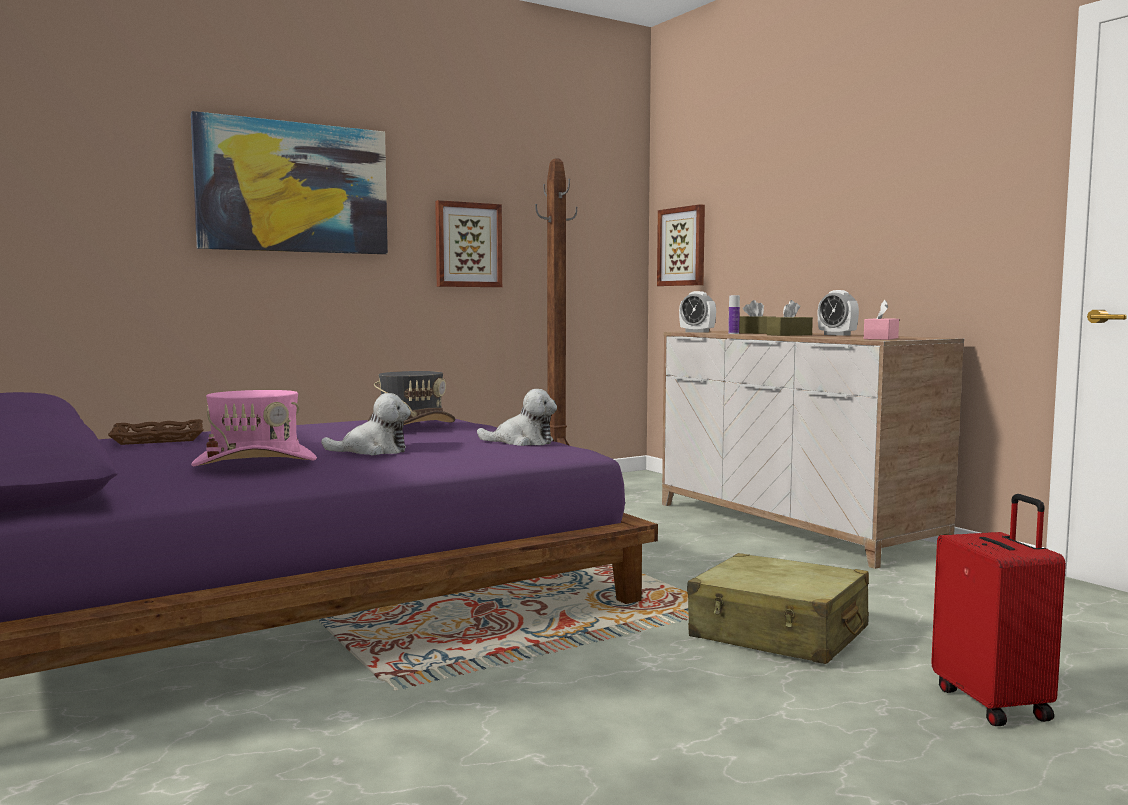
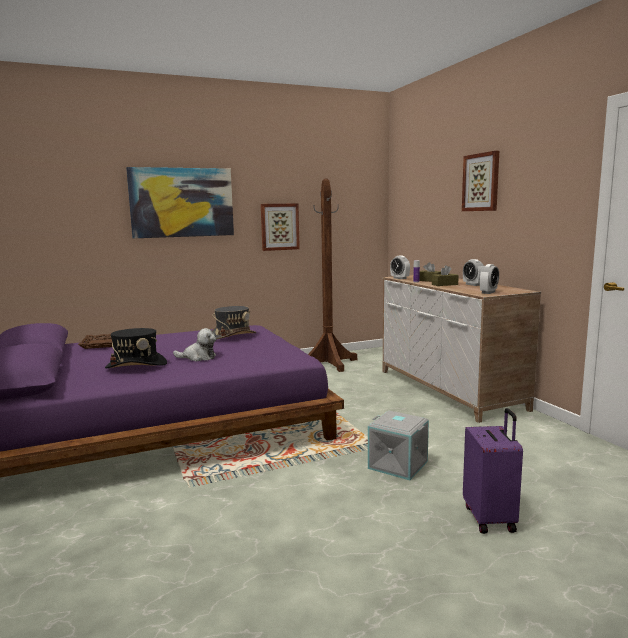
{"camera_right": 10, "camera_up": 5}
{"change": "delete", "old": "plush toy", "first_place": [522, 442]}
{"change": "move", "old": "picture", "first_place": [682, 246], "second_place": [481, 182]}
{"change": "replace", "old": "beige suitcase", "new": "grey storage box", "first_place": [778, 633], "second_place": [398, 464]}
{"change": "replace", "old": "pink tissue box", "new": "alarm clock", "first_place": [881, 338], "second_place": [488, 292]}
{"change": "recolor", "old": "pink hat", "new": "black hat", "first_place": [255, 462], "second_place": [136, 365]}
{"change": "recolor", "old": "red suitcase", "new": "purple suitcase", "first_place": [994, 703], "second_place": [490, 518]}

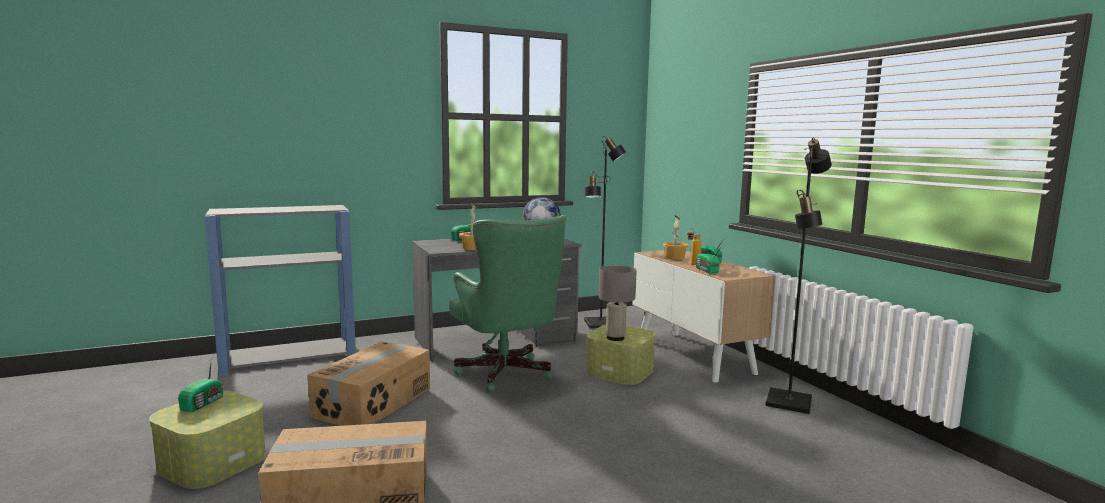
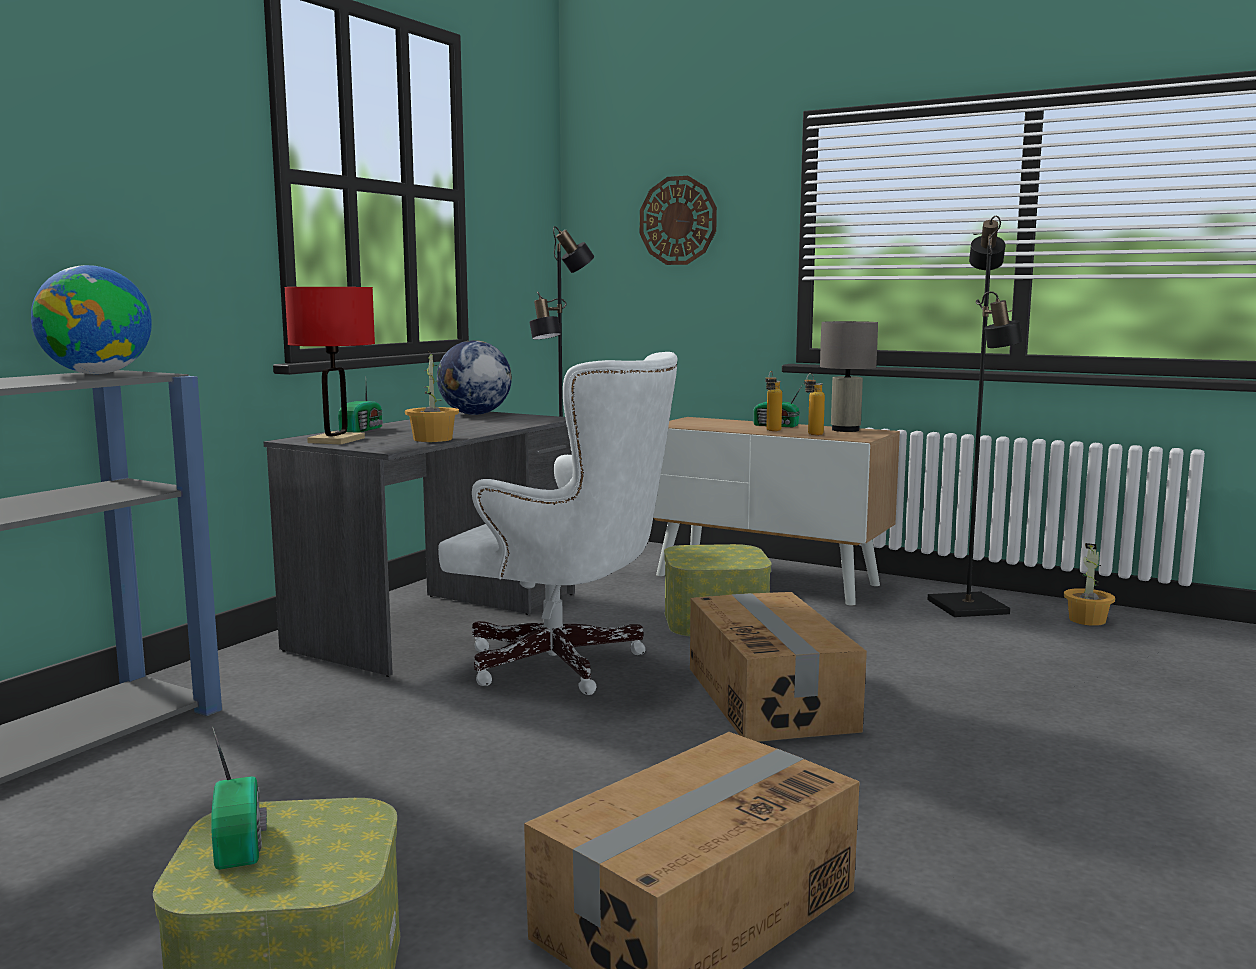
{"camera_right": -35, "camera_up": 0}
{"change": "insert", "new": "globe", "second_place": [98, 373]}
{"change": "insert", "new": "red table lamp", "second_place": [336, 440]}
{"change": "insert", "new": "wall clock", "second_place": [678, 220]}
{"change": "move", "old": "cardboard box", "first_place": [374, 402], "second_place": [771, 698]}
{"change": "move", "old": "grey table lamp", "first_place": [615, 338], "second_place": [846, 430]}
{"change": "move", "old": "potted plant", "first_place": [674, 258], "second_place": [1087, 620]}
{"change": "replace", "old": "radio", "new": "bottle", "first_place": [706, 270], "second_place": [812, 435]}
{"change": "recolor", "old": "green office chair", "new": "white office chair", "first_place": [507, 375], "second_place": [565, 665]}

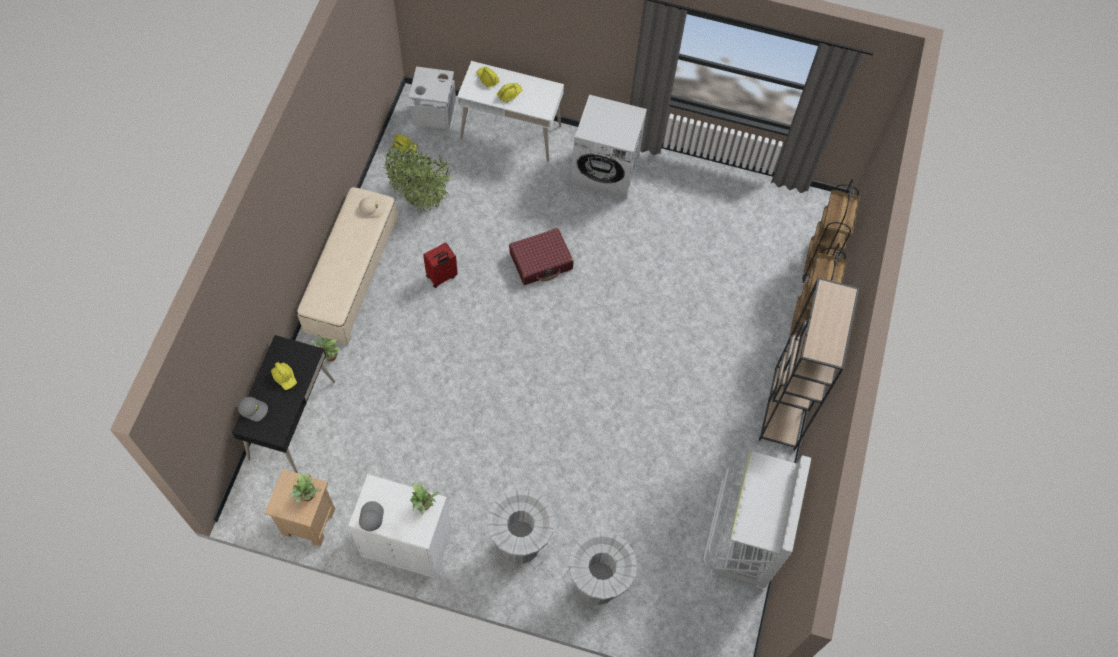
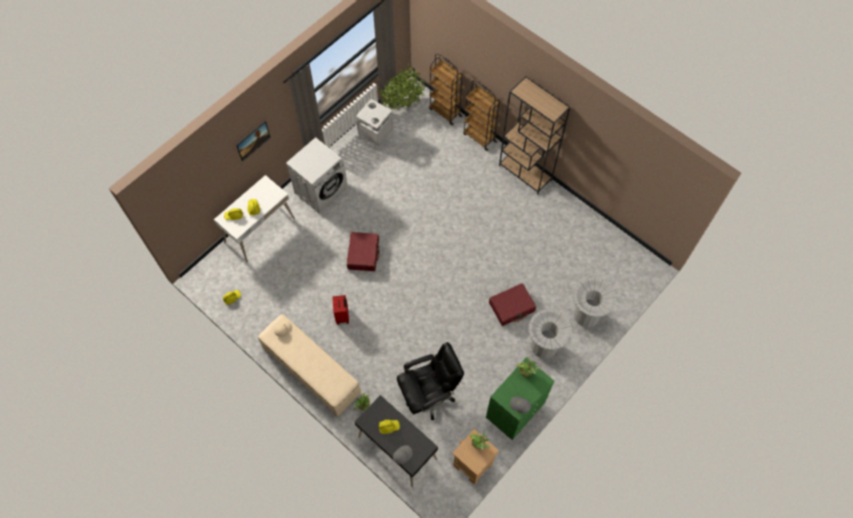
{"camera_right": -60, "camera_up": 0}
{"change": "delete", "old": "white shoe rack", "first_place": [741, 536]}
{"change": "insert", "new": "picture", "second_place": [254, 144]}
{"change": "insert", "new": "black office chair", "second_place": [428, 396]}
{"change": "insert", "new": "red suitcase", "second_place": [511, 307]}
{"change": "move", "old": "potted plant", "first_place": [420, 197], "second_place": [402, 104]}
{"change": "move", "old": "grey trash can", "first_place": [435, 119], "second_place": [376, 135]}
{"change": "recolor", "old": "white cabinet", "new": "green cabinet", "first_place": [406, 545], "second_place": [514, 412]}

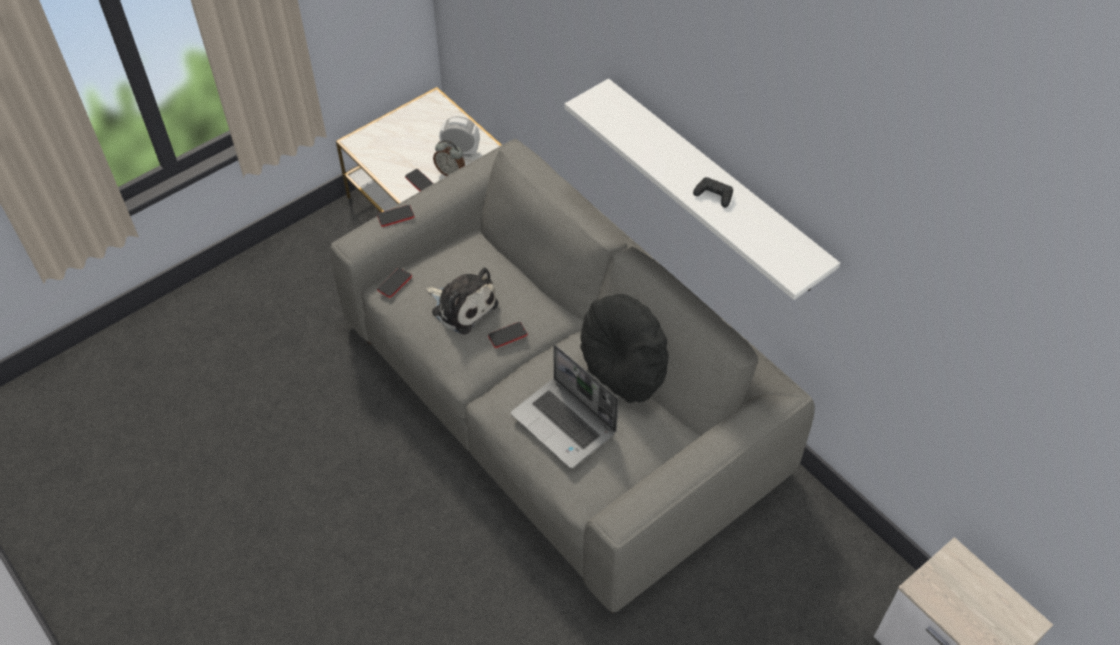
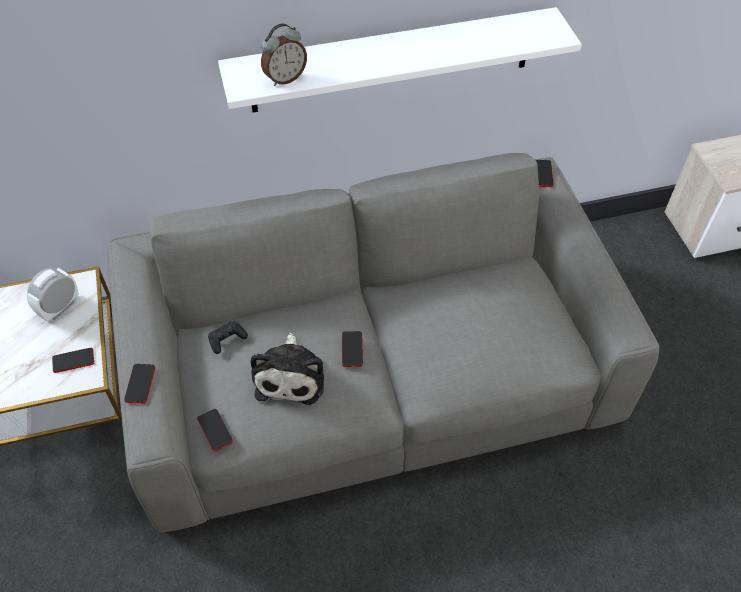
{"camera_right": -65, "camera_up": 0}
{"change": "delete", "old": "laptop", "first_place": [565, 424]}
{"change": "delete", "old": "black pillow", "first_place": [622, 375]}
{"change": "insert", "new": "phone", "second_place": [542, 174]}
{"change": "move", "old": "alarm clock", "first_place": [450, 172], "second_place": [285, 78]}
{"change": "move", "old": "black game controller", "first_place": [714, 195], "second_place": [227, 339]}
{"change": "rotate", "old": "plush toy", "first_place": [462, 306], "second_place": [291, 375], "degrees": 120}

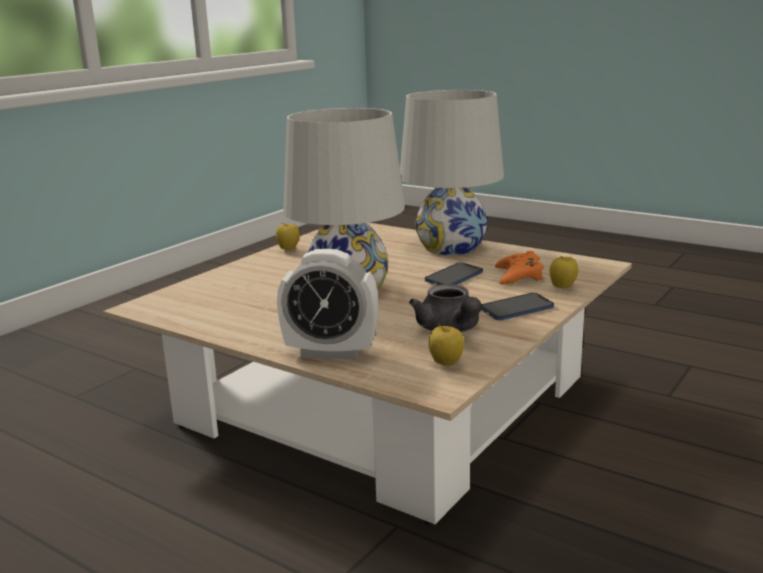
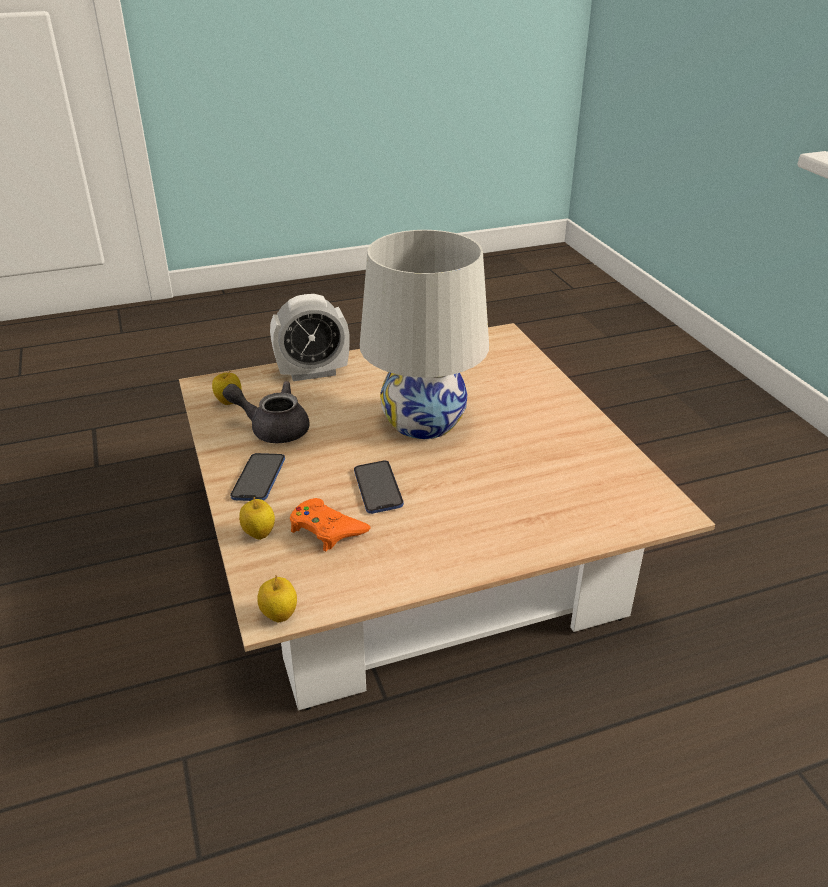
{"camera_right": 125, "camera_up": 15}
{"change": "delete", "old": "white table lamp", "first_place": [450, 247]}
{"change": "move", "old": "apple", "first_place": [288, 250], "second_place": [279, 616]}
{"change": "rotate", "old": "alarm clock", "first_place": [331, 352], "second_place": [312, 373], "degrees": -150}

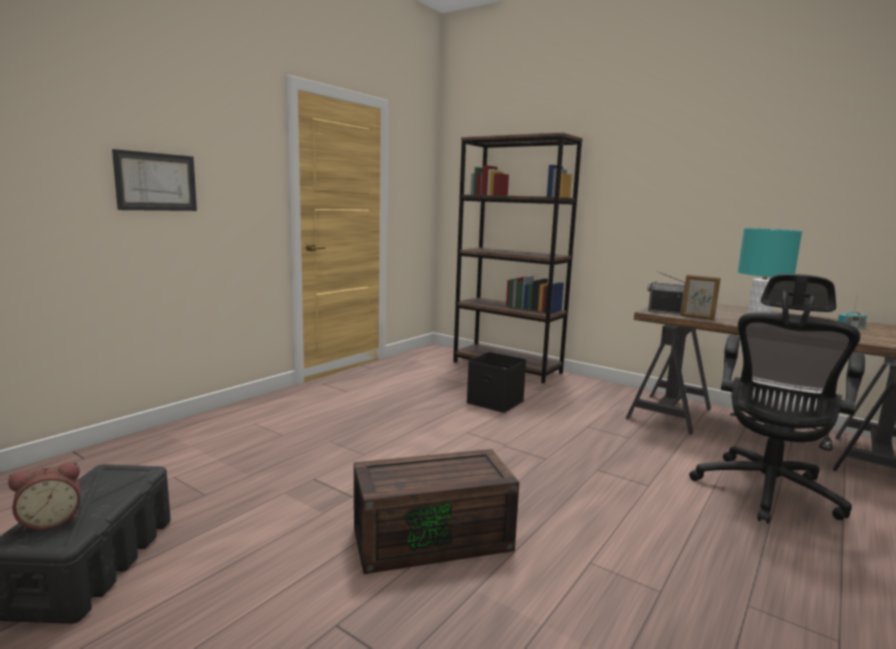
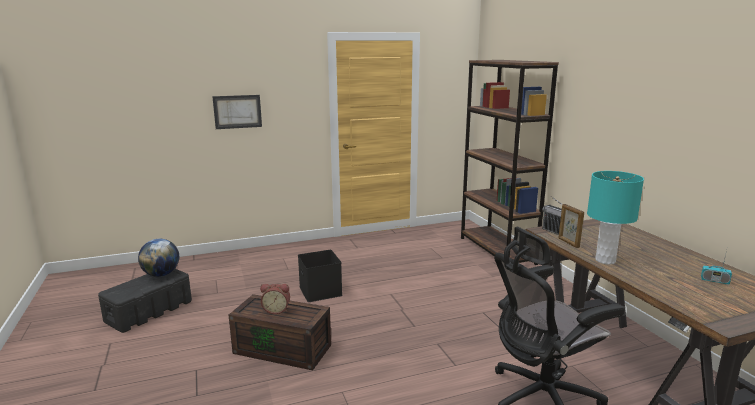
{"camera_right": 35, "camera_up": 5}
{"change": "insert", "new": "globe", "second_place": [161, 274]}
{"change": "move", "old": "alarm clock", "first_place": [51, 520], "second_place": [276, 310]}
{"change": "move", "old": "black storage box", "first_place": [496, 401], "second_place": [321, 291]}

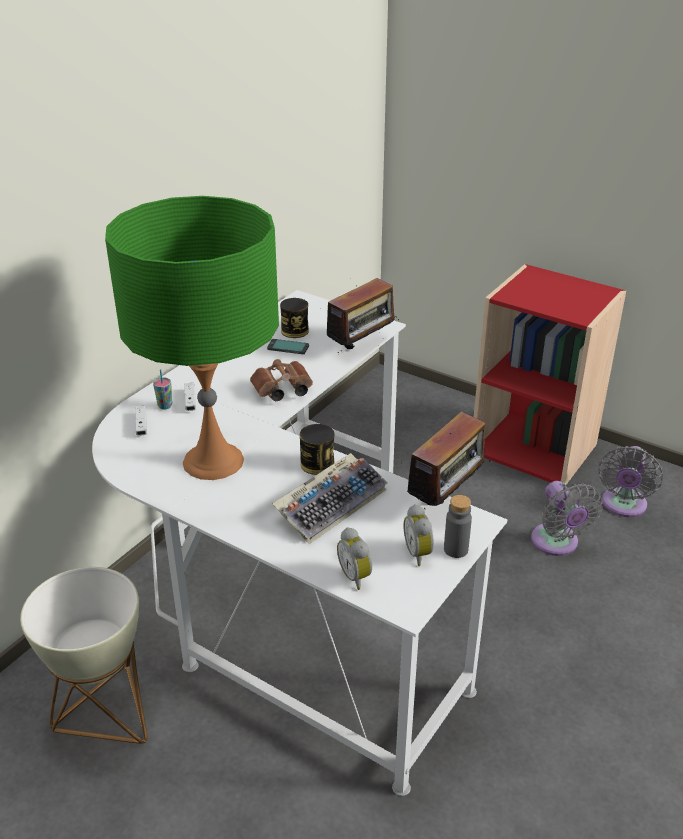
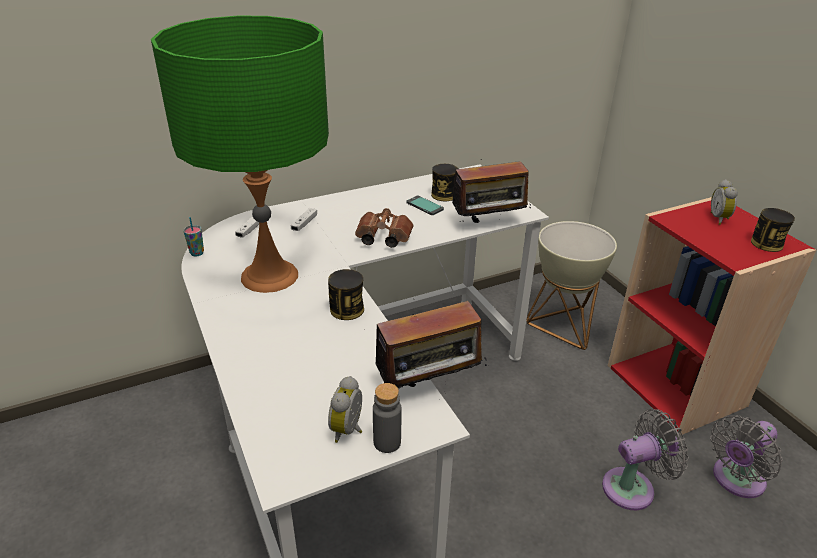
{"camera_right": 30, "camera_up": 0}
{"change": "delete", "old": "keyboard", "first_place": [331, 503]}
{"change": "insert", "new": "can", "second_place": [766, 243]}
{"change": "move", "old": "planter", "first_place": [104, 712], "second_place": [561, 326]}
{"change": "move", "old": "cup", "first_place": [165, 406], "second_place": [197, 253]}
{"change": "move", "old": "alarm clock", "first_place": [356, 576], "second_place": [720, 219]}
{"change": "rotate", "old": "grey fan", "first_place": [557, 544], "second_place": [633, 487], "degrees": -120}

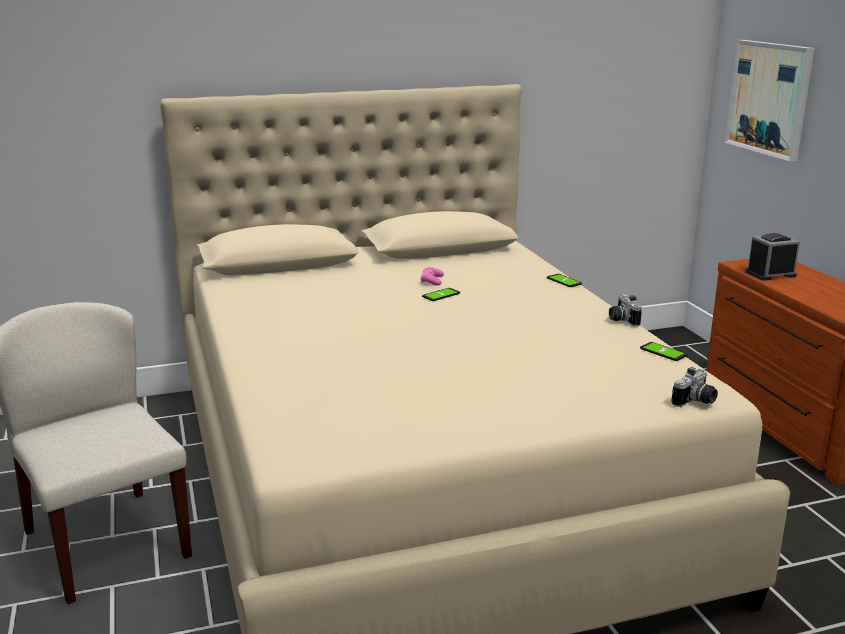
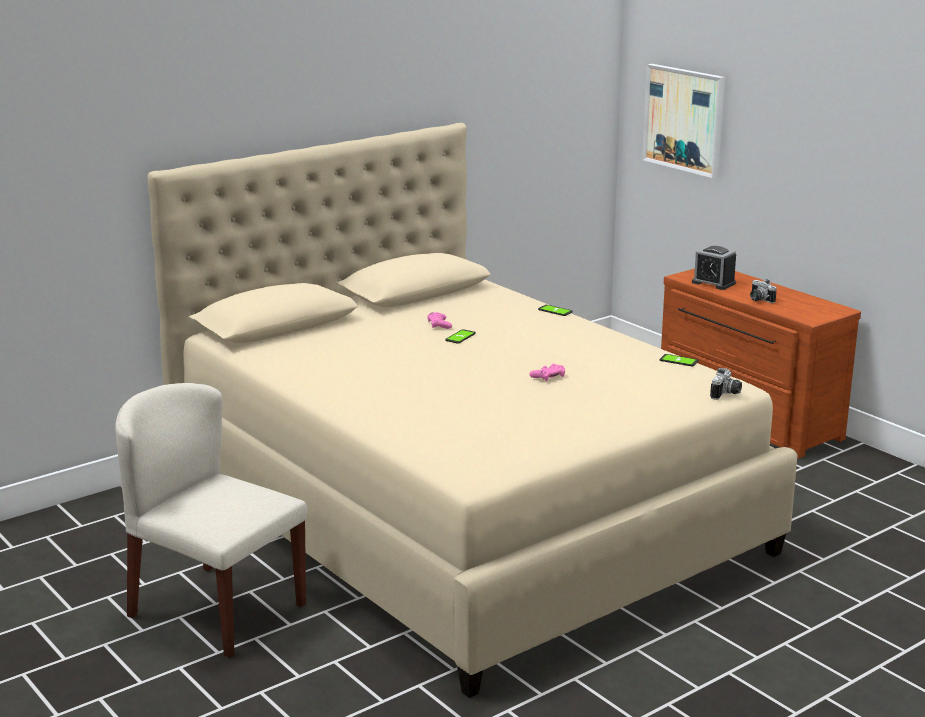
{"camera_right": -20, "camera_up": 0}
{"change": "insert", "new": "pink game controller", "second_place": [548, 376]}
{"change": "move", "old": "photo camera", "first_place": [621, 320], "second_place": [758, 300]}
{"change": "rotate", "old": "alarm clock", "first_place": [770, 274], "second_place": [713, 283], "degrees": -105}

